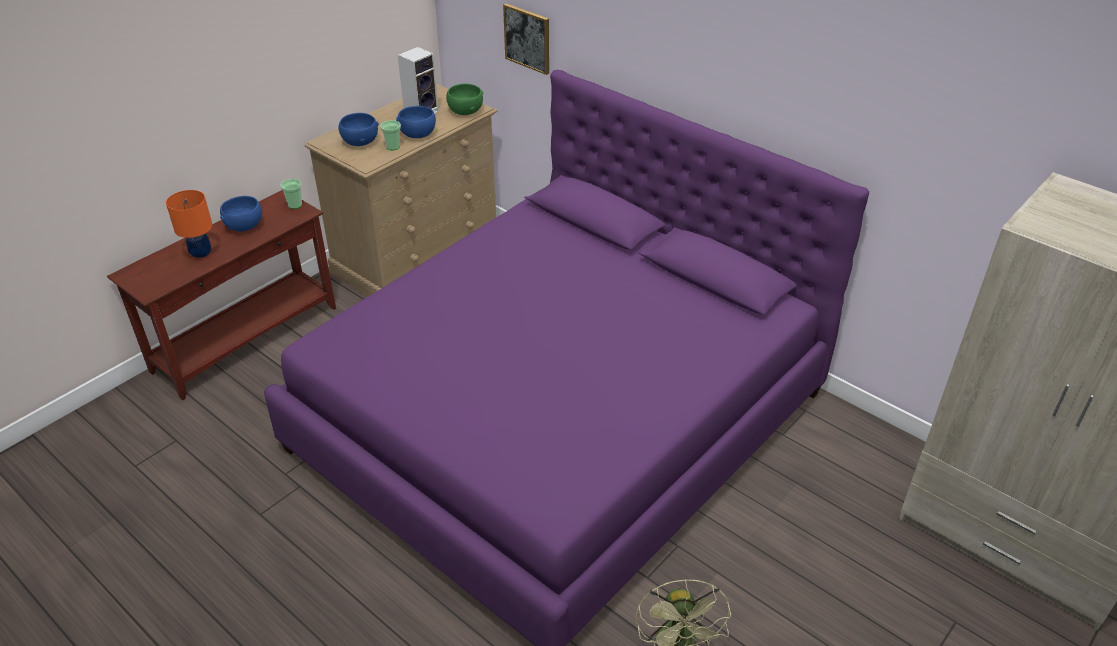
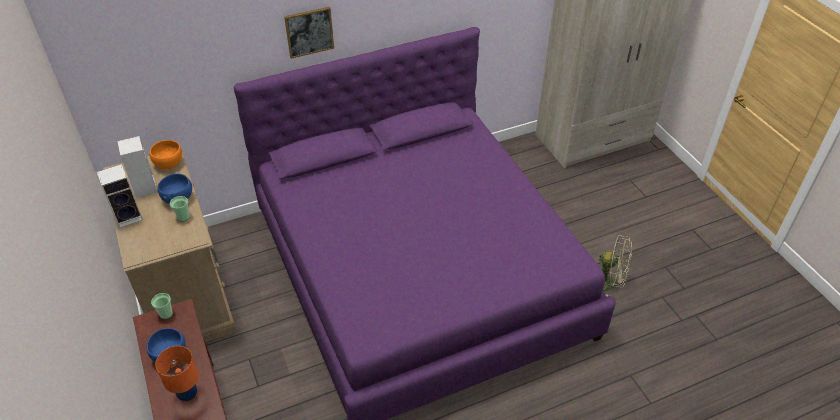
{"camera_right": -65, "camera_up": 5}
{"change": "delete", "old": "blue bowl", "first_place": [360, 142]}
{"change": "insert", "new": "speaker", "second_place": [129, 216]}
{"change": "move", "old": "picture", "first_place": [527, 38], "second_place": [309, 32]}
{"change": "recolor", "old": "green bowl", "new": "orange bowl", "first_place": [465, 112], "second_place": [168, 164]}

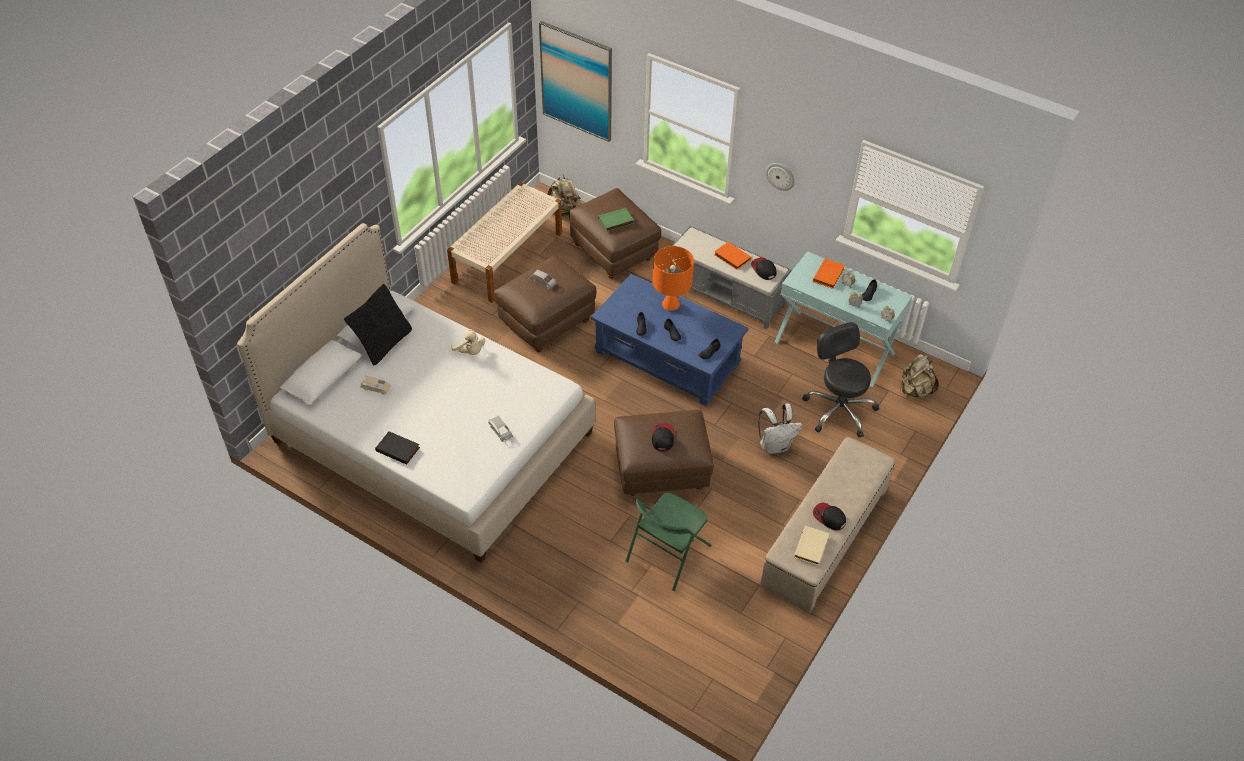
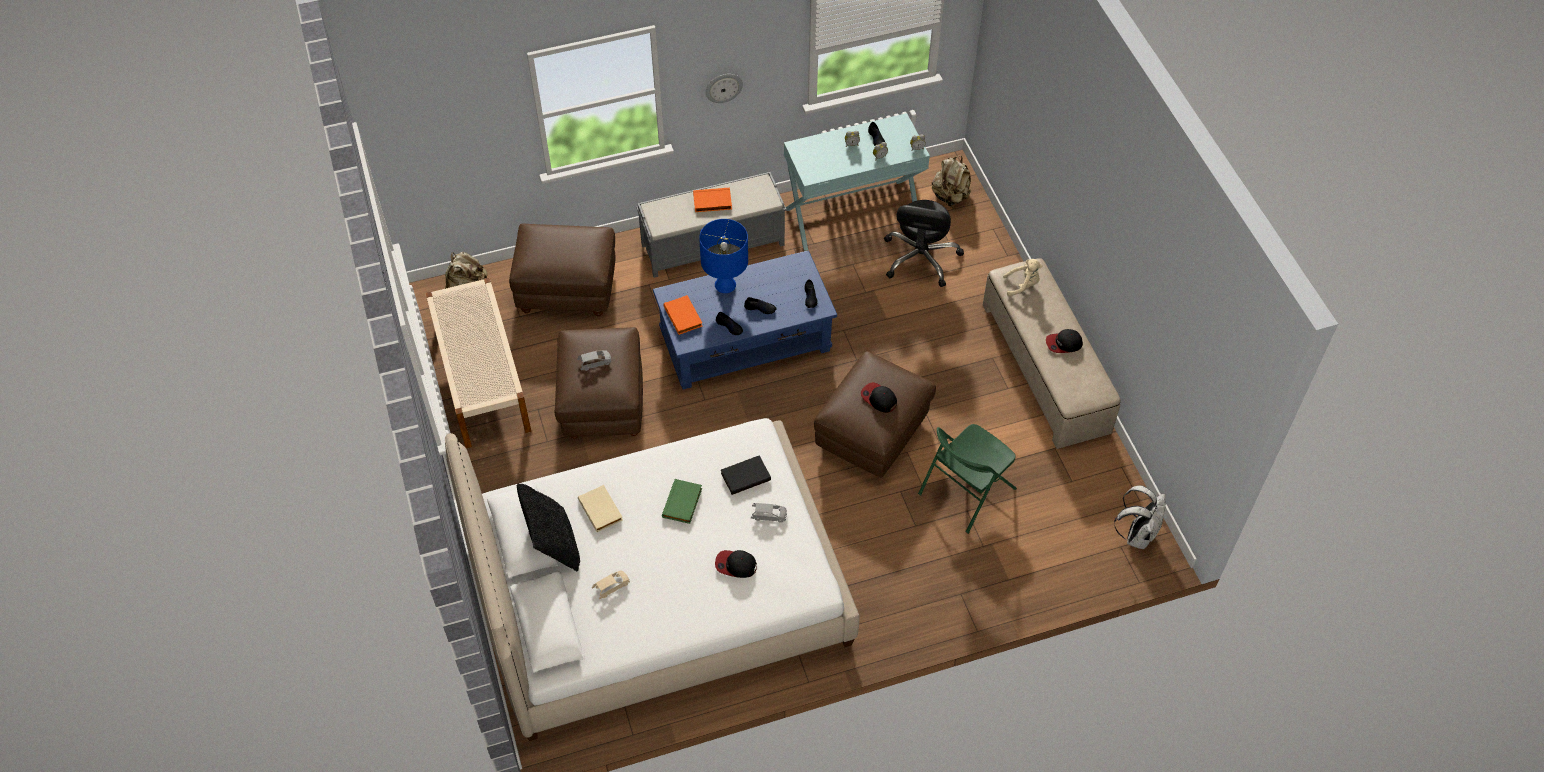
{"camera_right": -50, "camera_up": 5}
{"change": "delete", "old": "picture", "first_place": [576, 81]}
{"change": "move", "old": "black book", "first_place": [398, 449], "second_place": [745, 475]}
{"change": "move", "old": "beige plush toy", "first_place": [470, 351], "second_place": [1022, 285]}
{"change": "move", "old": "green book", "first_place": [616, 222], "second_place": [683, 503]}
{"change": "move", "old": "cap", "first_place": [763, 269], "second_place": [735, 565]}
{"change": "move", "old": "white backpack", "first_place": [775, 445], "second_place": [1137, 534]}
{"change": "move", "old": "beige book", "first_place": [812, 547], "second_place": [601, 510]}
{"change": "move", "old": "orange book", "first_place": [829, 275], "second_place": [684, 316]}
{"change": "recolor", "old": "orange table lamp", "new": "blue table lamp", "first_place": [670, 305], "second_place": [725, 286]}
{"change": "rotate", "old": "green chair", "first_place": [668, 553], "second_place": [966, 491], "degrees": 60}
{"change": "rotate", "old": "black office chair", "first_place": [837, 407], "second_place": [920, 261], "degrees": -90}

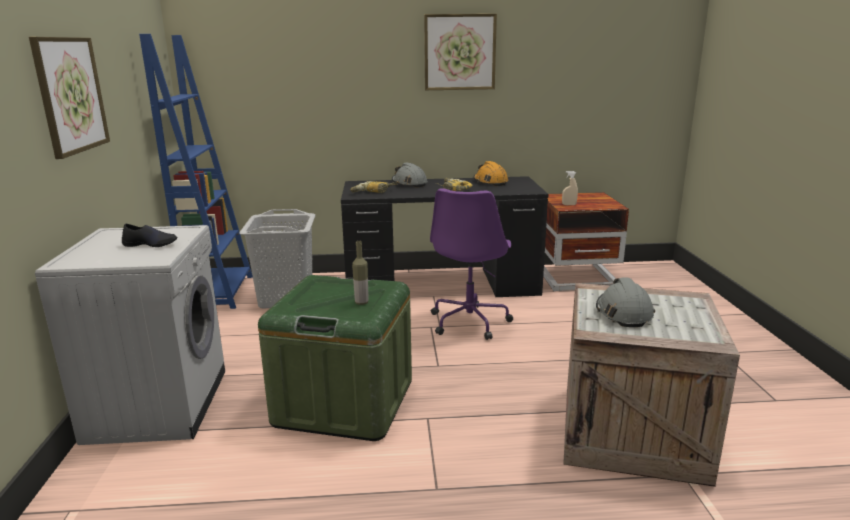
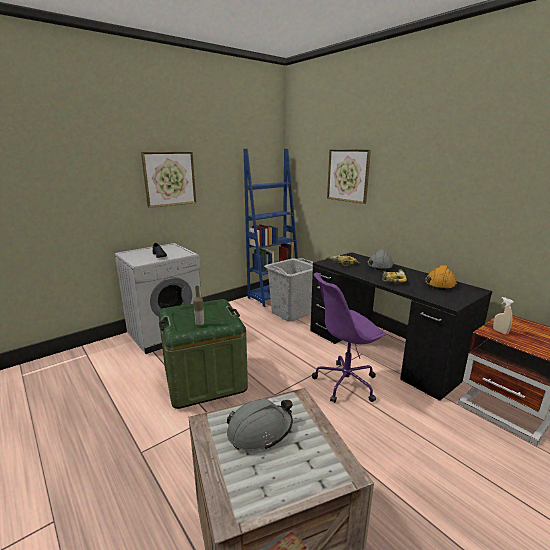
{"camera_right": 55, "camera_up": 0}
{"change": "move", "old": "picture", "first_place": [459, 52], "second_place": [348, 175]}

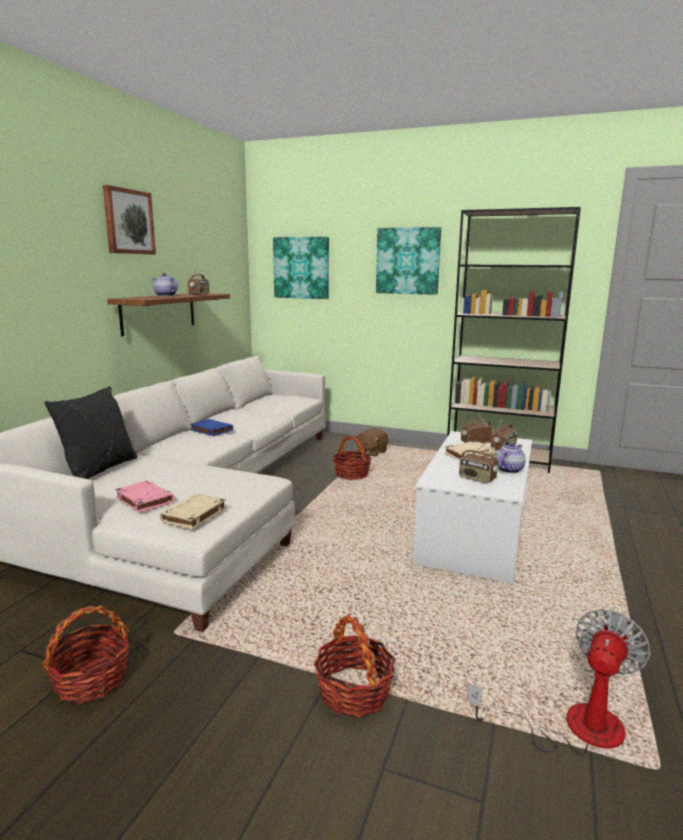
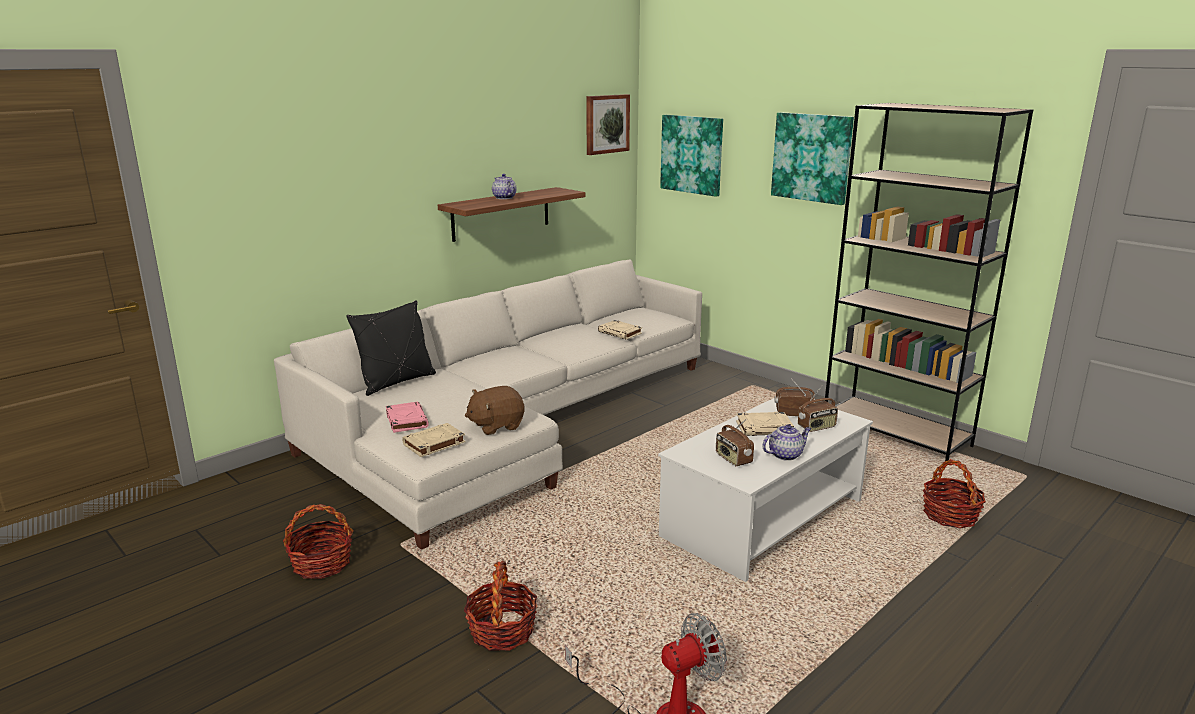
{"camera_right": 25, "camera_up": 5}
{"change": "delete", "old": "radio", "first_place": [199, 294]}
{"change": "delete", "old": "blue book", "first_place": [211, 430]}
{"change": "insert", "new": "beige book", "second_place": [620, 333]}
{"change": "move", "old": "picture", "first_place": [128, 222], "second_place": [606, 124]}
{"change": "move", "old": "basket", "first_place": [351, 474], "second_place": [949, 516]}
{"change": "move", "old": "brown plush toy", "first_place": [371, 452], "second_place": [496, 426]}

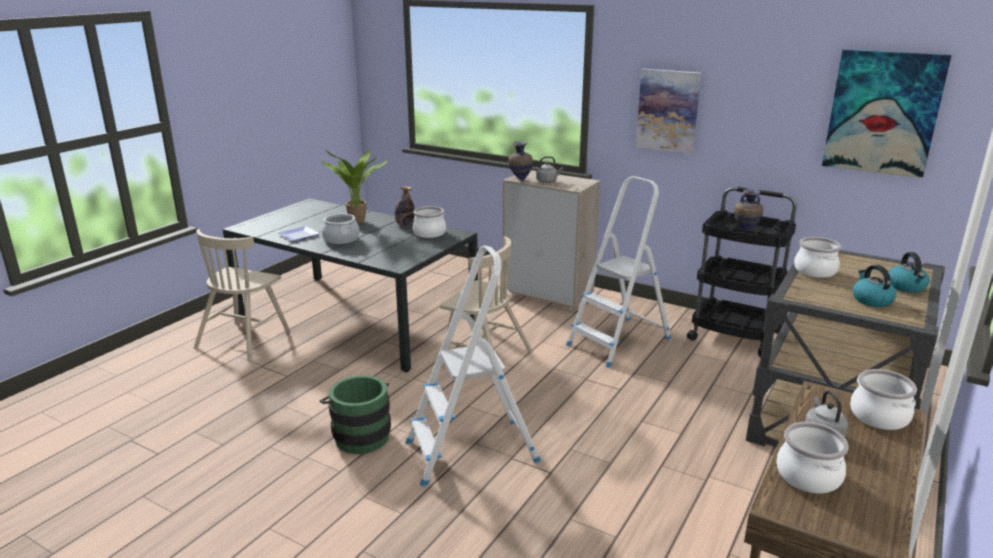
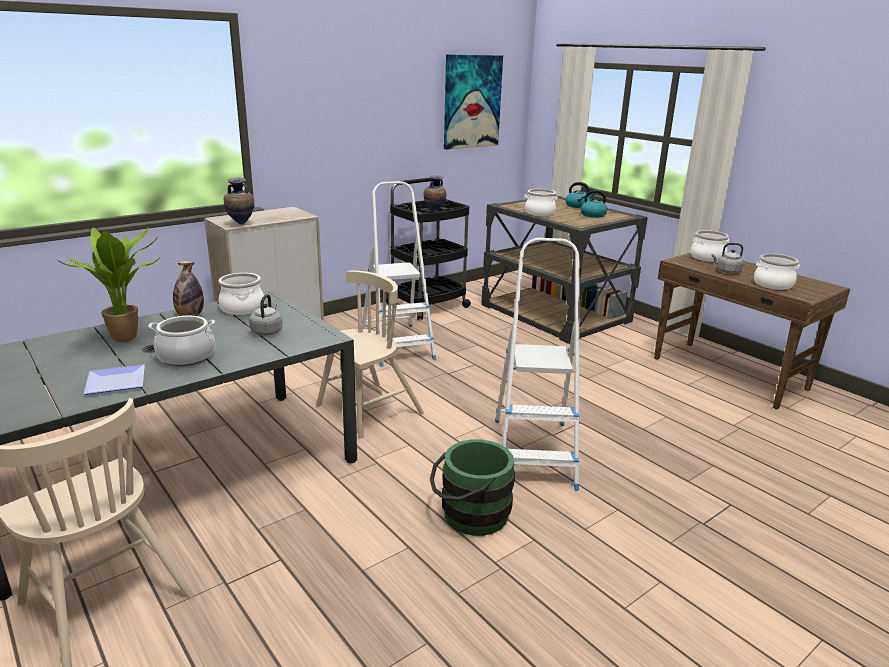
{"camera_right": -70, "camera_up": 0}
{"change": "delete", "old": "picture", "first_place": [668, 110]}
{"change": "move", "old": "grey kettle", "first_place": [547, 181], "second_place": [267, 331]}

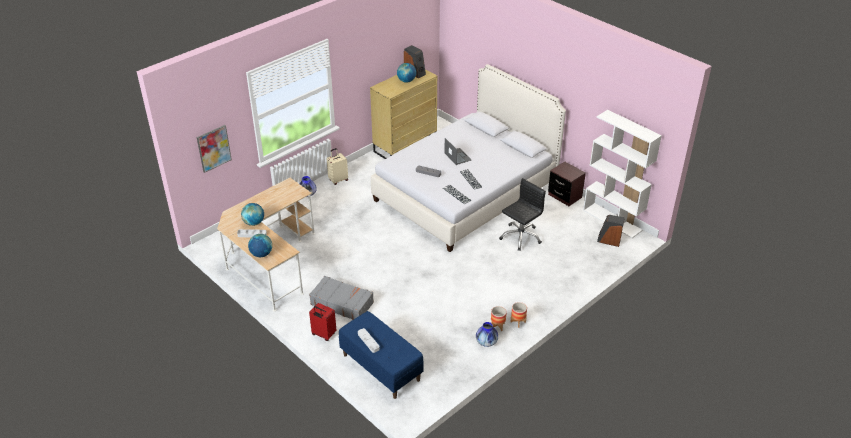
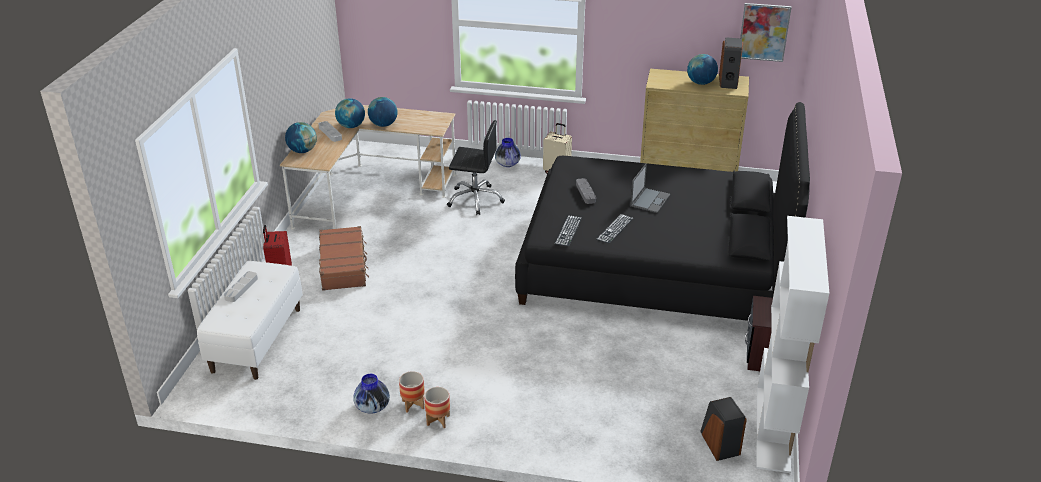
{"camera_right": 55, "camera_up": -5}
{"change": "insert", "new": "globe", "second_place": [383, 125]}
{"change": "move", "old": "picture", "first_place": [214, 148], "second_place": [764, 32]}
{"change": "move", "old": "black office chair", "first_place": [520, 237], "second_place": [475, 199]}
{"change": "recolor", "old": "grey suitcase", "new": "brown suitcase", "first_place": [342, 303], "second_place": [344, 265]}
{"change": "recolor", "old": "blue bench", "new": "white bench", "first_place": [380, 367], "second_place": [256, 339]}
{"change": "recolor", "old": "white bed", "new": "black bed", "first_place": [465, 192], "second_place": [656, 267]}

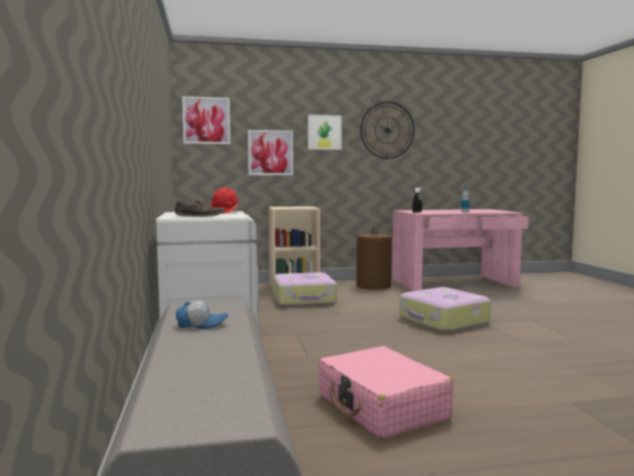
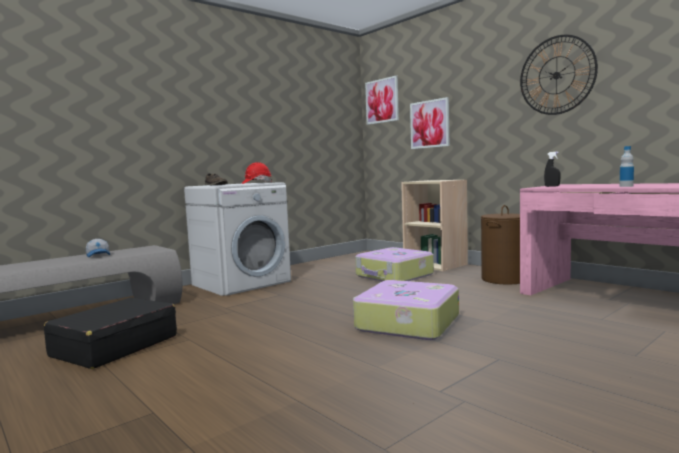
{"camera_right": 60, "camera_up": 0}
{"change": "delete", "old": "picture", "first_place": [324, 132]}
{"change": "recolor", "old": "pink suitcase", "new": "black suitcase", "first_place": [382, 407], "second_place": [114, 346]}

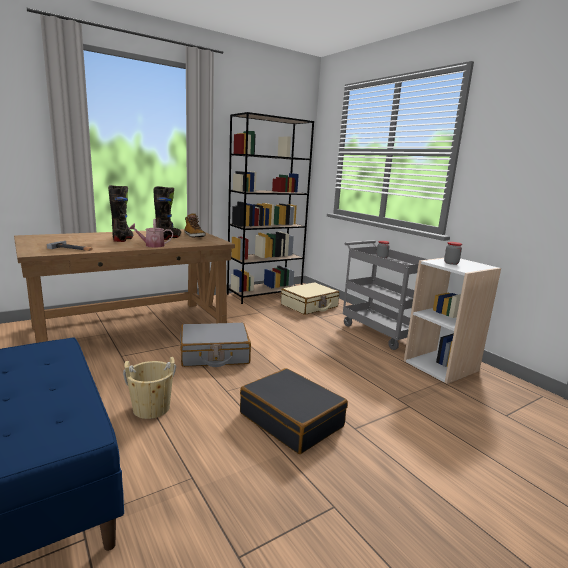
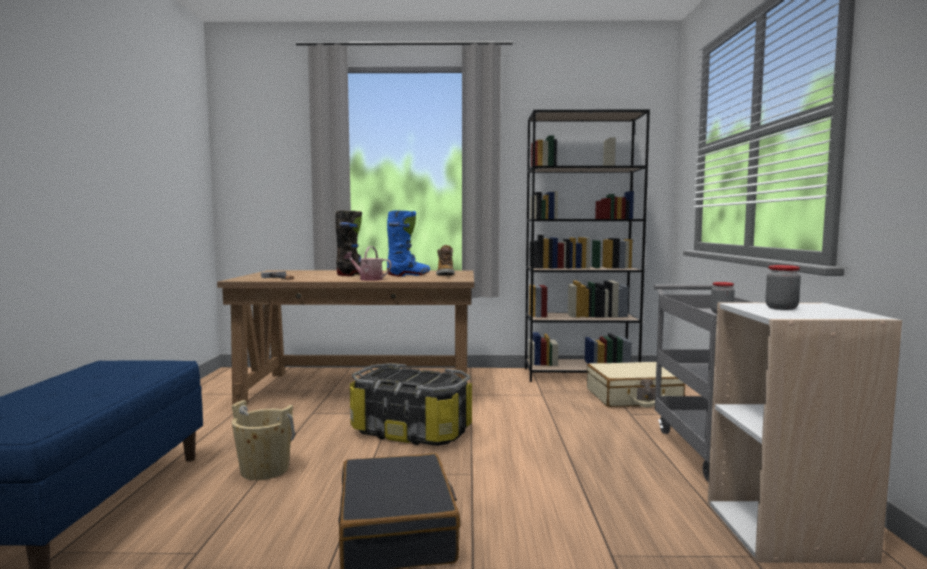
{"camera_right": 35, "camera_up": -10}
{"change": "replace", "old": "grey suitcase", "new": "storage box", "first_place": [214, 354], "second_place": [411, 431]}
{"change": "recolor", "old": "black boot", "new": "blue boot", "first_place": [168, 238], "second_place": [409, 275]}

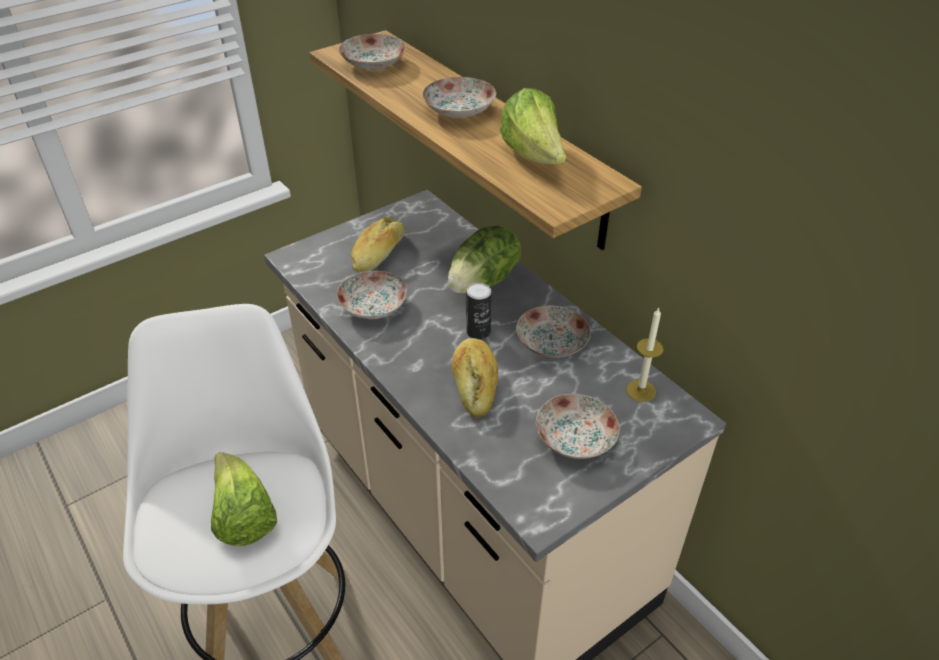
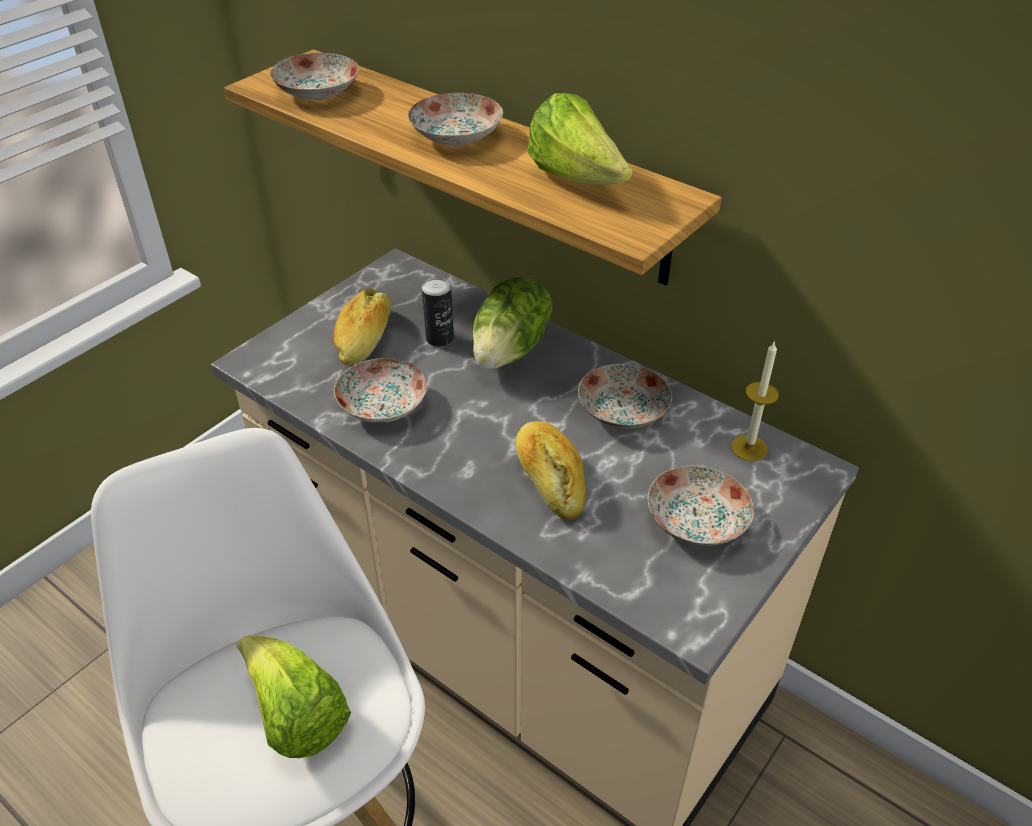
{"camera_right": -15, "camera_up": 0}
{"change": "move", "old": "can", "first_place": [478, 332], "second_place": [439, 338]}

